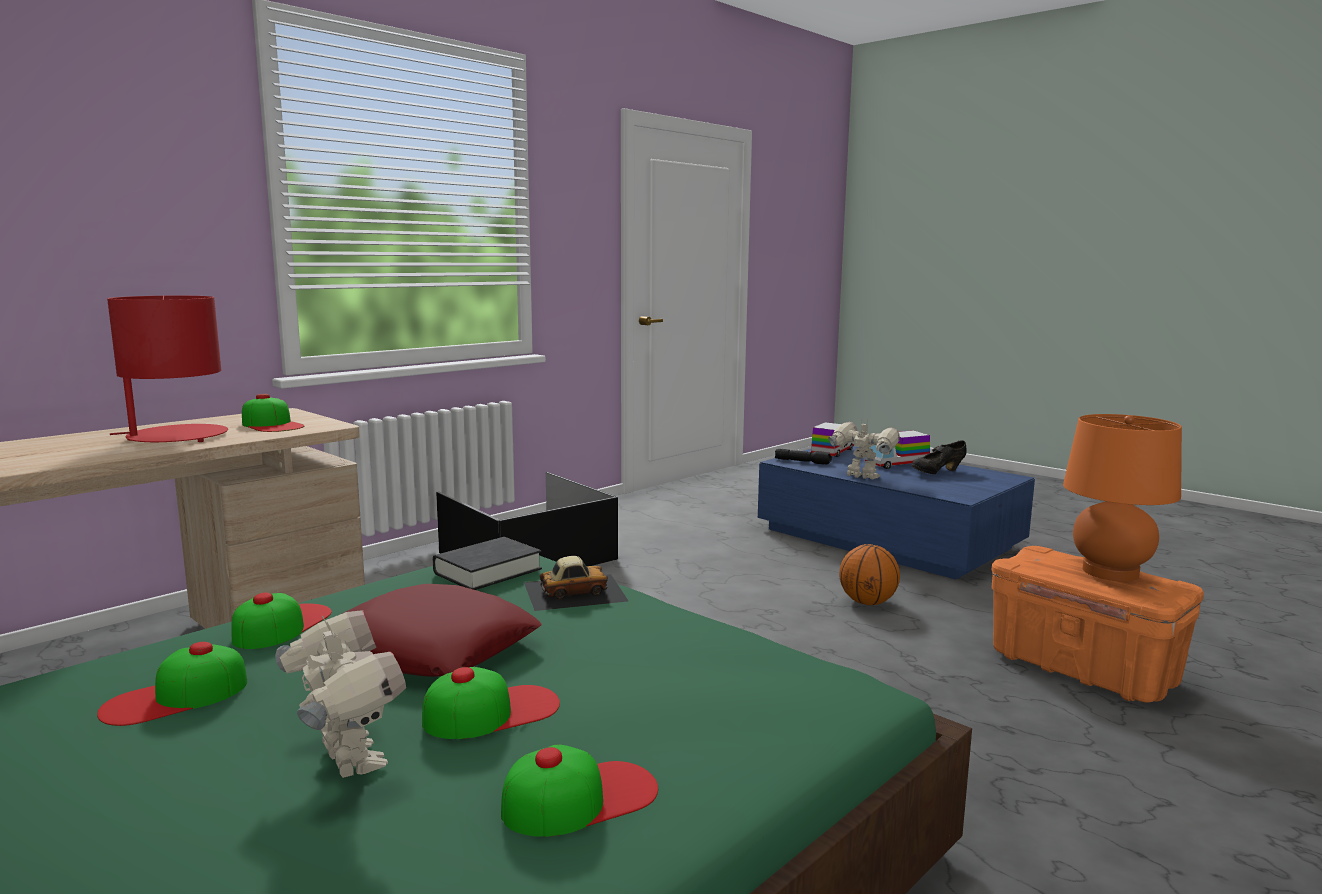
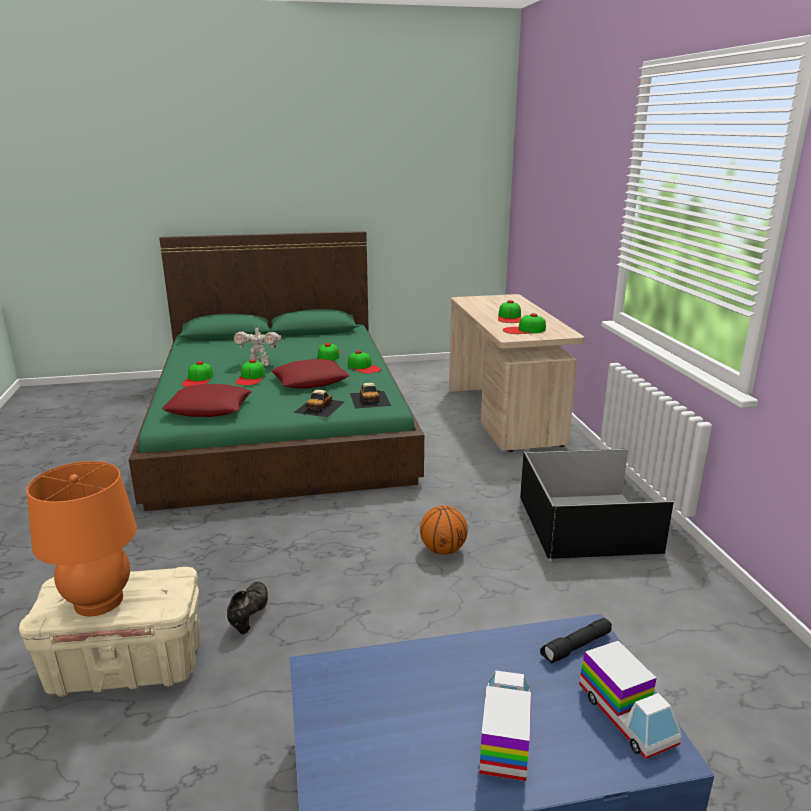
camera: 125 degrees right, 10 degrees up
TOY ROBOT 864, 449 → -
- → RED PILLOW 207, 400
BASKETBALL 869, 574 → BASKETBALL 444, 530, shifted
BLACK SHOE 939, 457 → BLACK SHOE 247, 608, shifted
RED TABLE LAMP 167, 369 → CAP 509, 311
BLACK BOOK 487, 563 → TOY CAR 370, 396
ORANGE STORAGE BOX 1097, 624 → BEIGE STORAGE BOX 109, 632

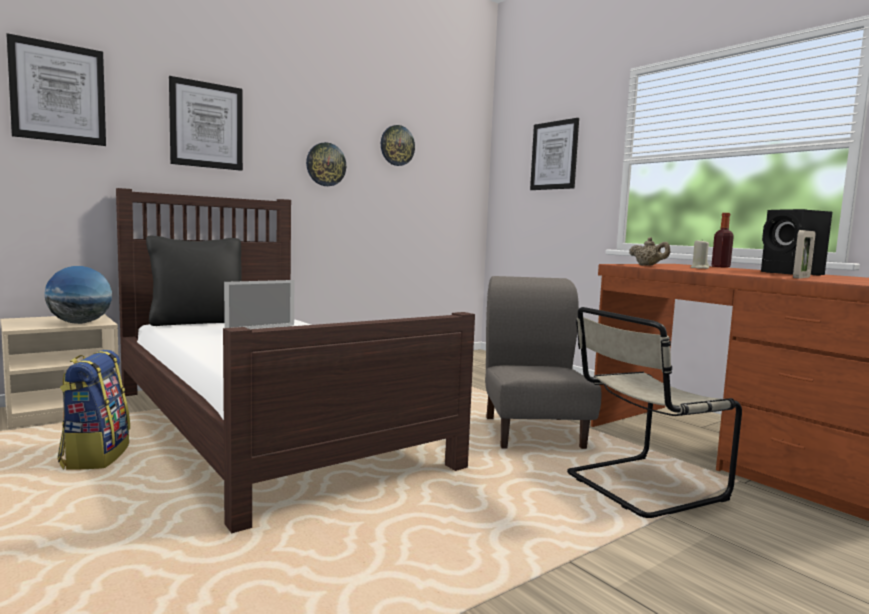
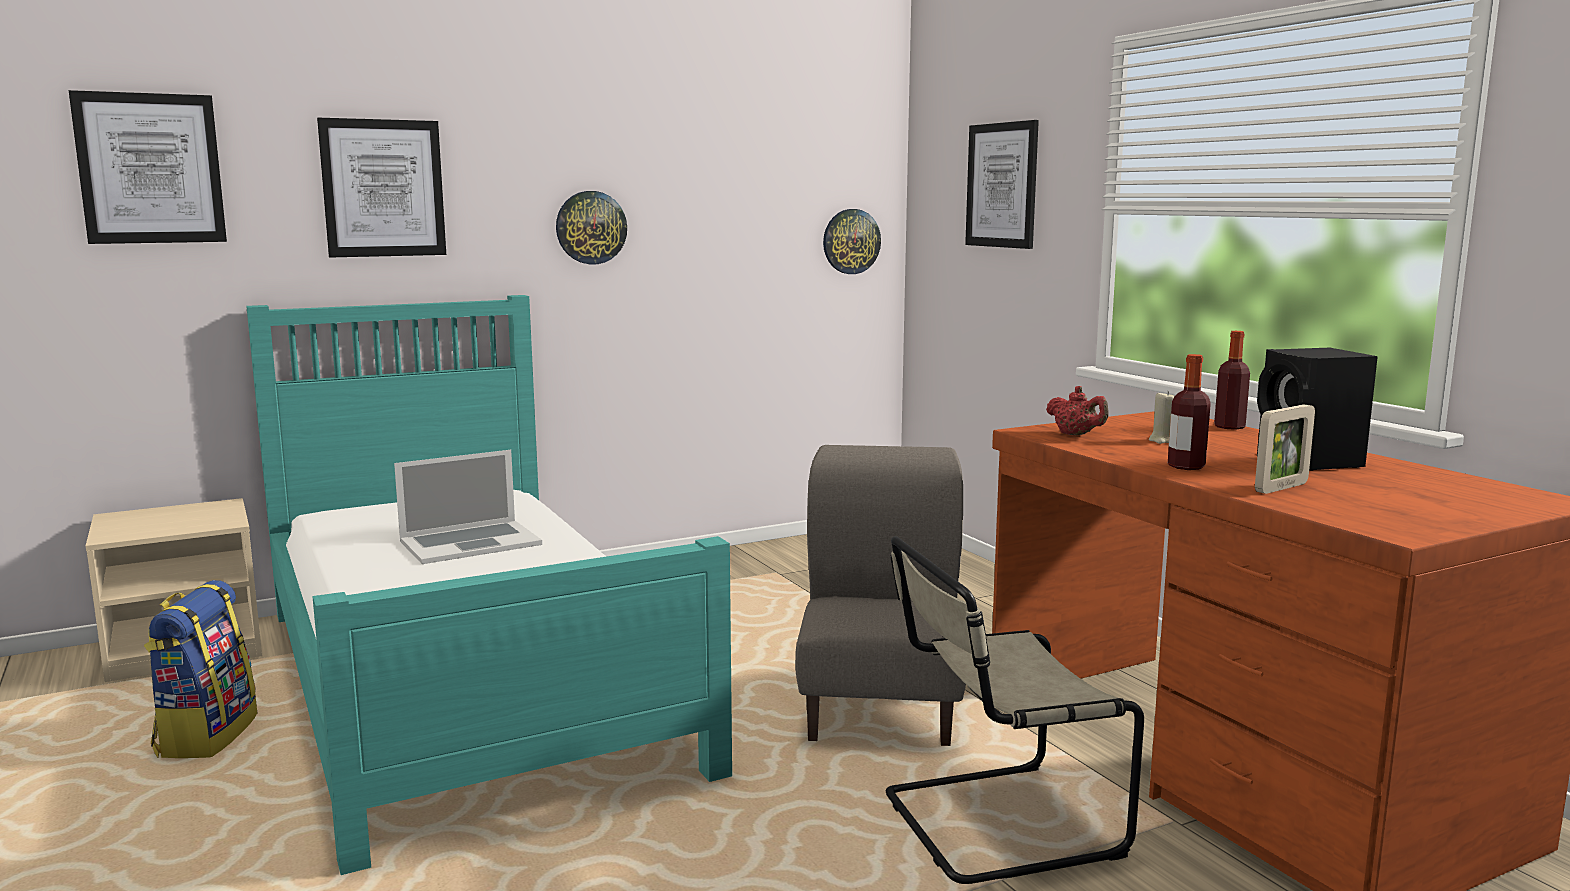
camera: 10 degrees right, 5 degrees up
GLOBE 78, 295 → -
BLACK PILLOW 194, 280 → -
- → BOTTLE 1189, 412
WALL CLOCK 398, 145 → WALL CLOCK 852, 241, shifted
BROWN BED 295, 360 → TURQUOISE BED 489, 585
BEIGE TEAPOT 649, 251 → RED TEAPOT 1077, 410

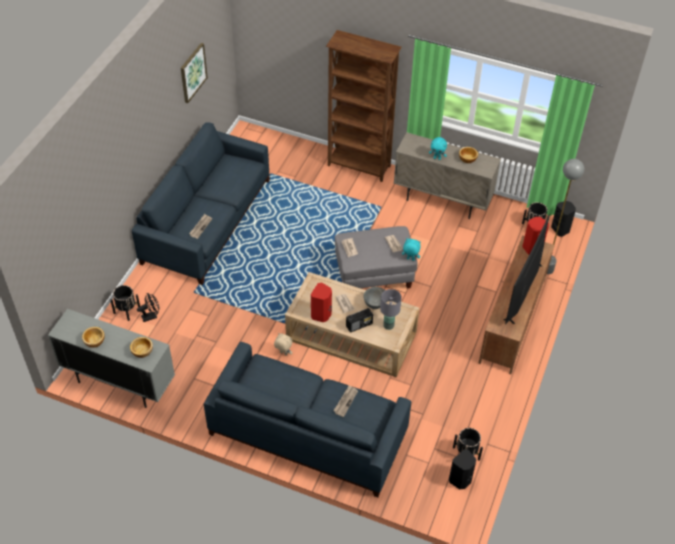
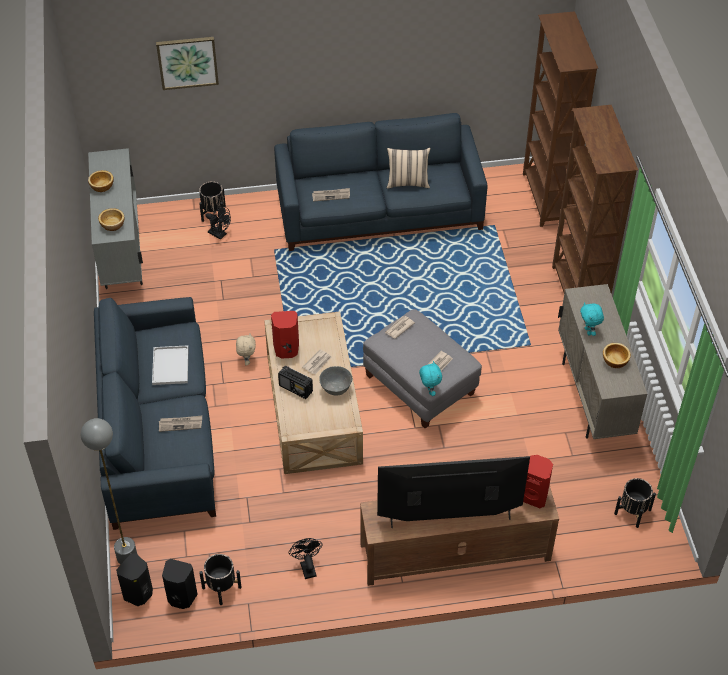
camera: 60 degrees right, 0 degrees up
GREY TABLE LAMP 391, 309 → -
- → WHITE TRAY 170, 365
- → BLACK FAN 306, 558
- → BEIGE PILLOW 408, 168
- → BROWN BOOKCASE 560, 119
PICTURE 194, 73 → PICTURE 187, 63, shifted
GREY FLOOR LAMP 565, 216 → GREY FLOOR LAMP 108, 491, shifted
BLACK SPEAKER 563, 219 → BLACK SPEAKER 134, 579, shifted

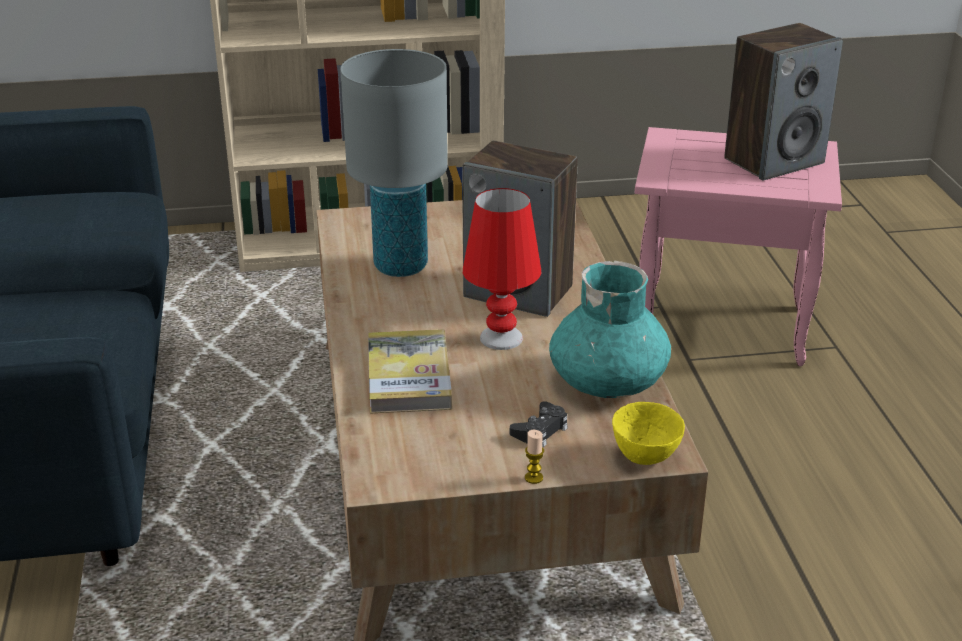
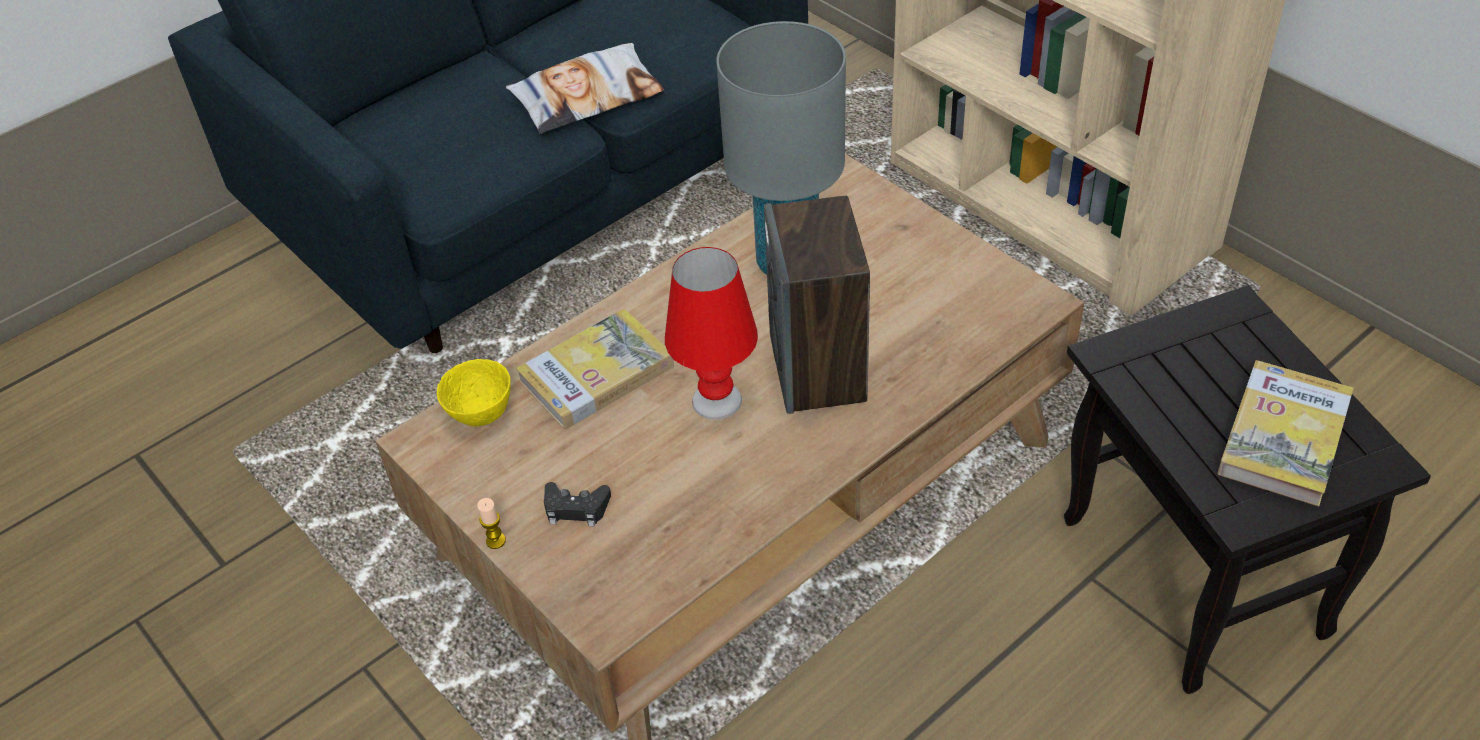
camera: 60 degrees right, 15 degrees up
TURQUOISE VASE 610, 329 → -
- → PILLOW 585, 88
YELLOW BOWL 648, 433 → YELLOW BOWL 474, 392, shifted
SPEAKER 783, 102 → BOOK 1285, 433
PINK SIDE TABLE 738, 246 → BLACK SIDE TABLE 1247, 489

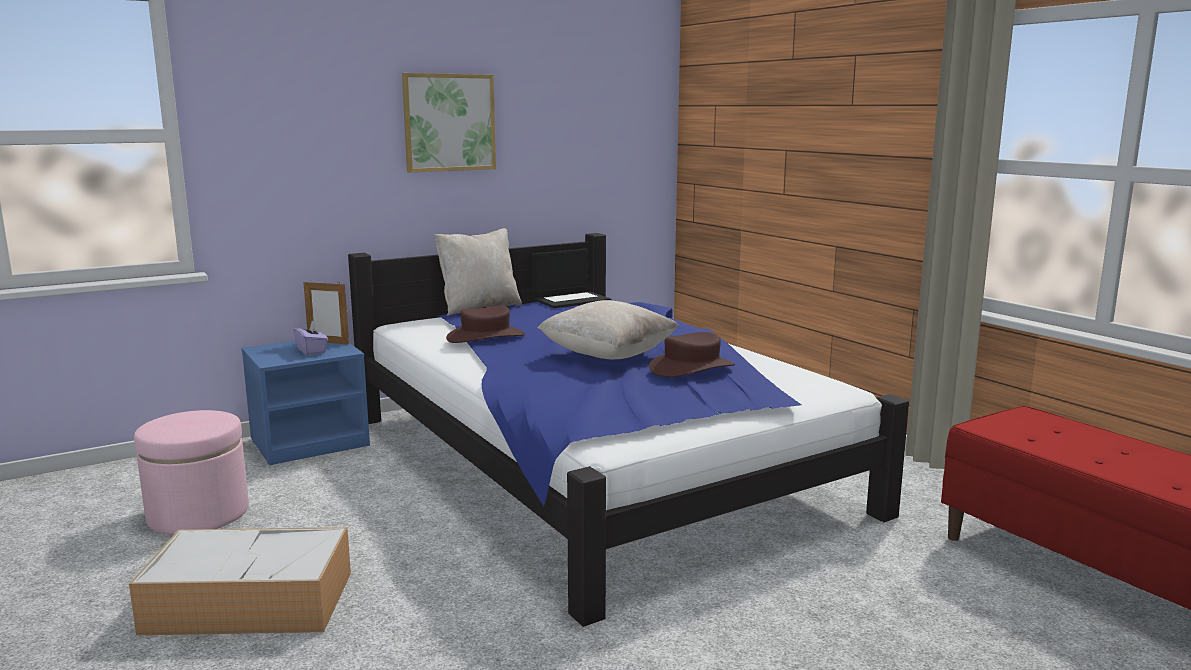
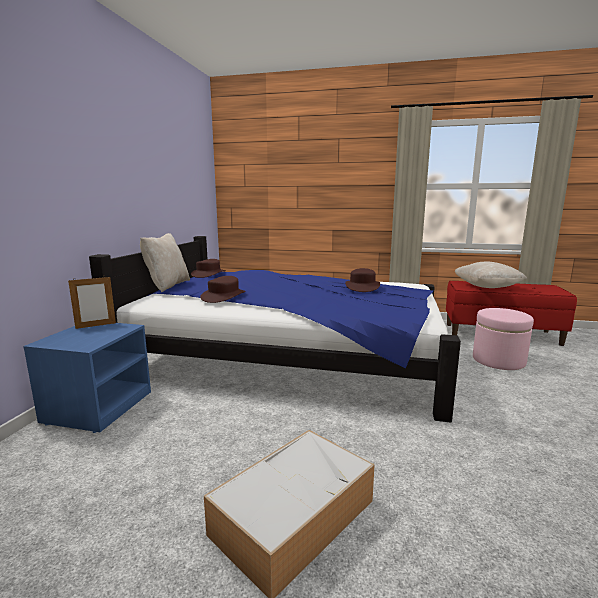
camera: 45 degrees left, 0 degrees up
PURPLE TISSUE BOX 310, 338 → -
PICTURE 449, 122 → -
PINK OTTOMAN 191, 472 → PINK OTTOMAN 503, 339, shifted
BEIGE PILLOW 608, 329 → BEIGE PILLOW 490, 274, shifted
LAPTOP 571, 278 → BROWN HAT 208, 268

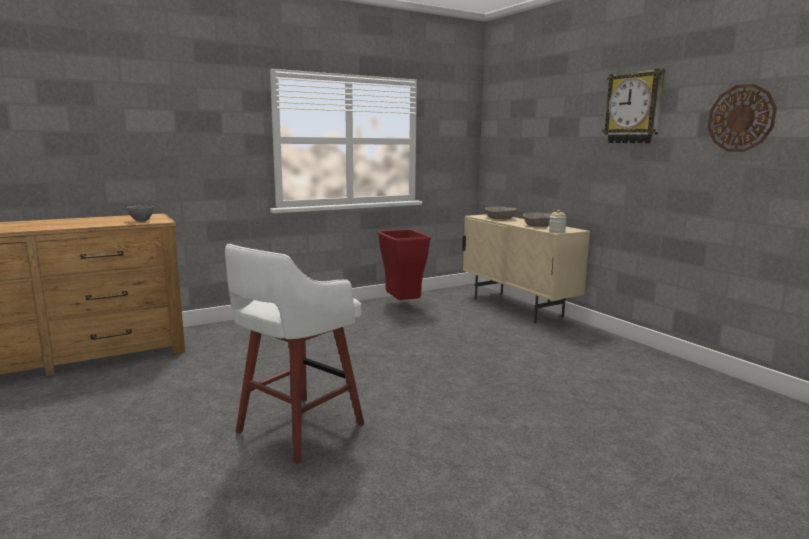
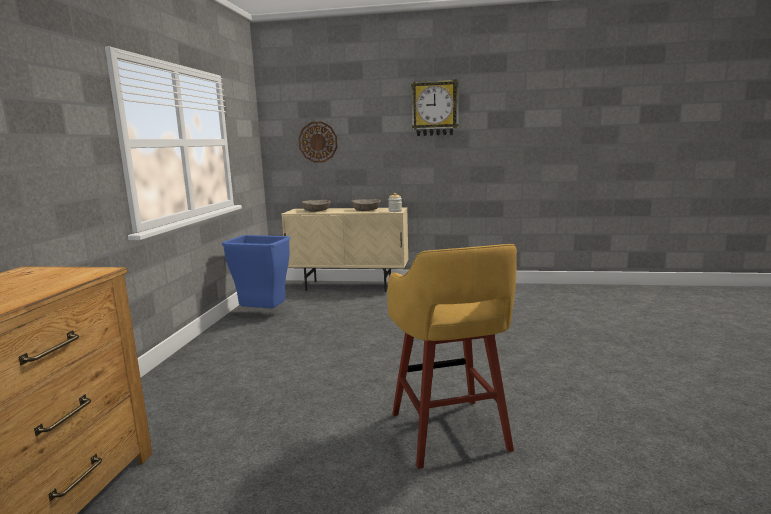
camera: 50 degrees left, 0 degrees up
GREY BOWL 140, 213 → -
WALL CLOCK 742, 118 → WALL CLOCK 318, 142, shifted
WHITE STOOL 294, 354 → YELLOW STOOL 452, 356
RED TRASH CAN 404, 264 → BLUE TRASH CAN 256, 271

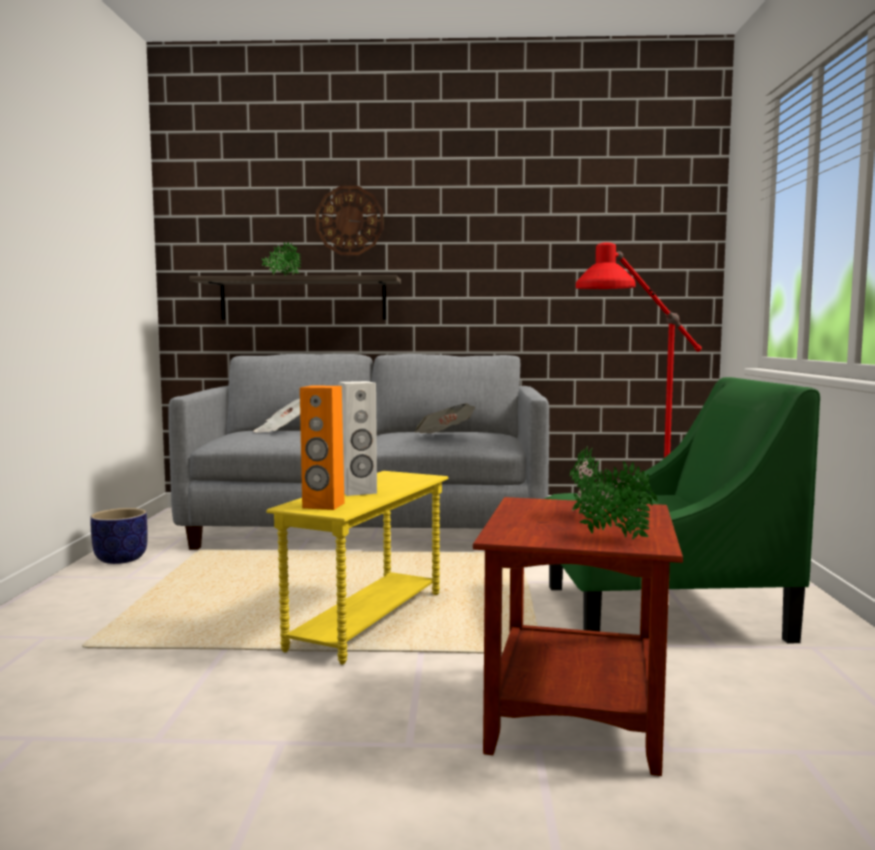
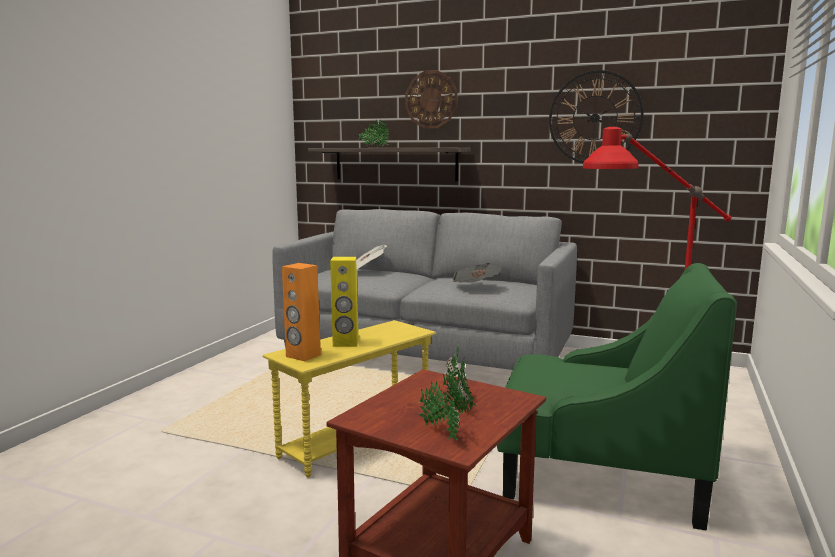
camera: 20 degrees right, 5 degrees up
PLANTER 119, 536 → -
- → WALL CLOCK 596, 116
WHITE SPEAKER 358, 438 → YELLOW SPEAKER 344, 302

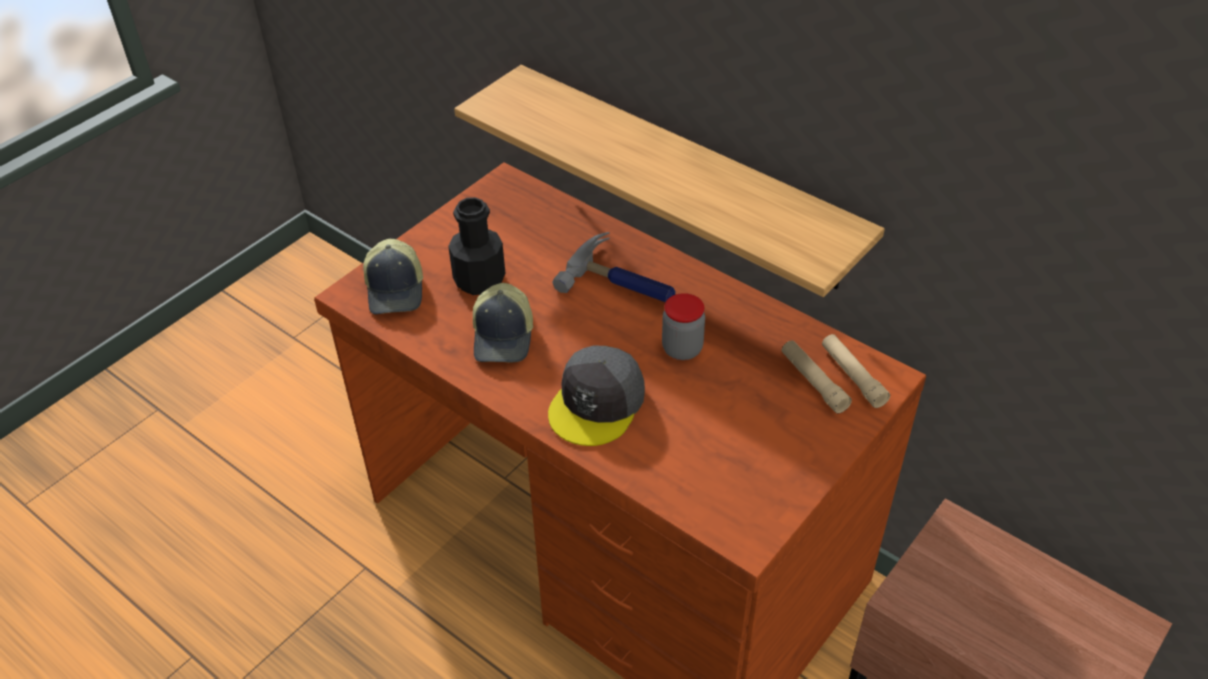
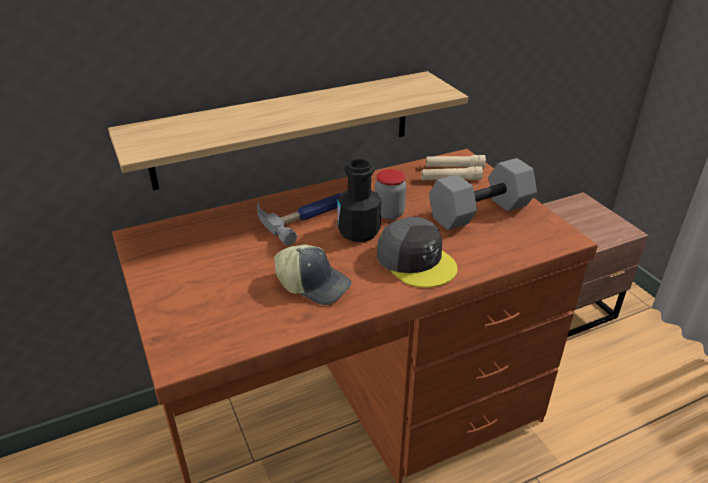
camera: 65 degrees left, 10 degrees down
CAP 393, 276 → -
- → GREY DUMBBELL 483, 194
BLACK BOTTLE 476, 246 → BLACK BOTTLE 359, 200, shifted

